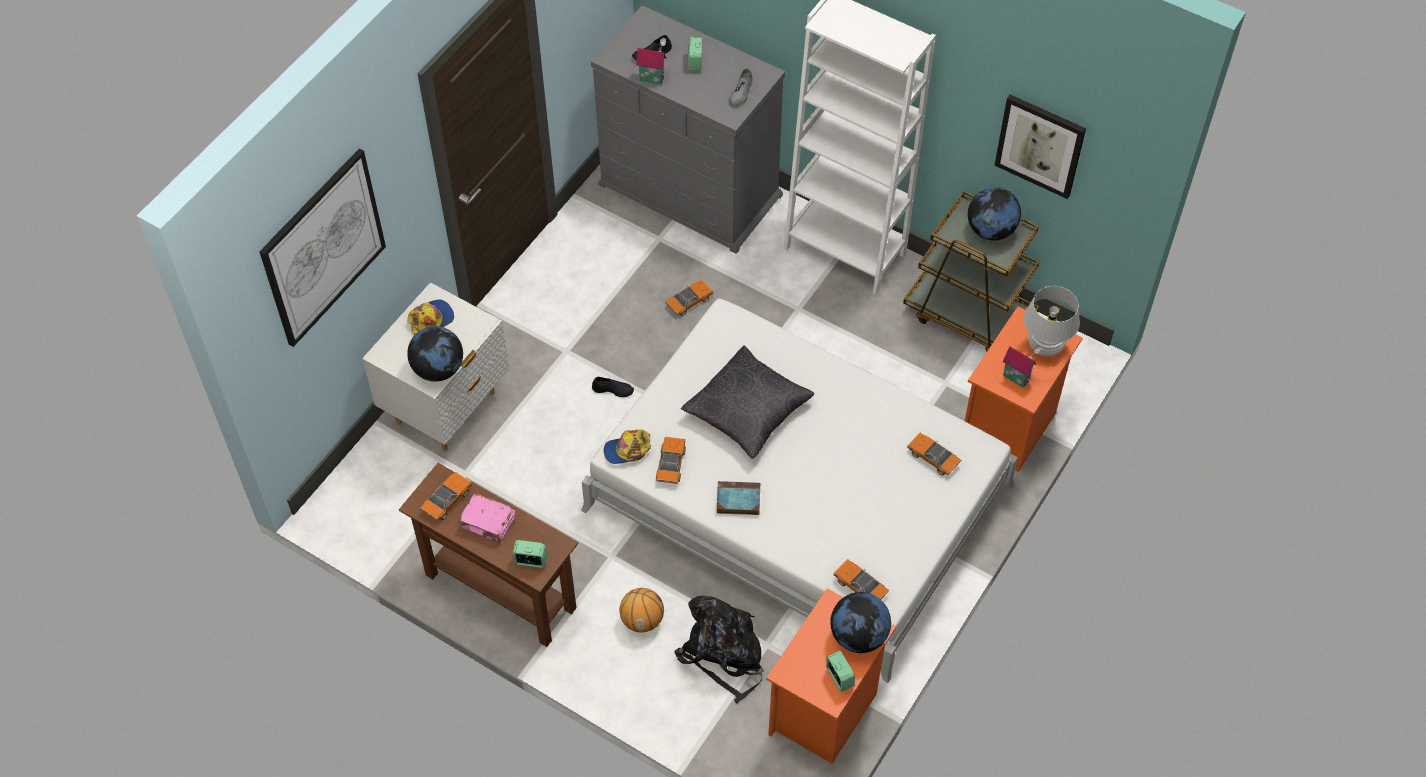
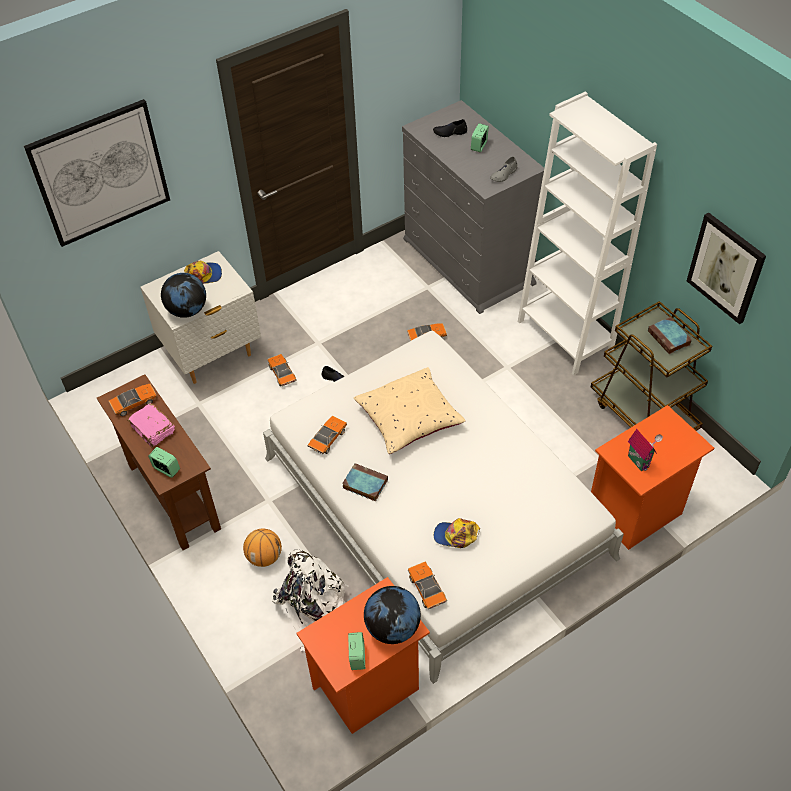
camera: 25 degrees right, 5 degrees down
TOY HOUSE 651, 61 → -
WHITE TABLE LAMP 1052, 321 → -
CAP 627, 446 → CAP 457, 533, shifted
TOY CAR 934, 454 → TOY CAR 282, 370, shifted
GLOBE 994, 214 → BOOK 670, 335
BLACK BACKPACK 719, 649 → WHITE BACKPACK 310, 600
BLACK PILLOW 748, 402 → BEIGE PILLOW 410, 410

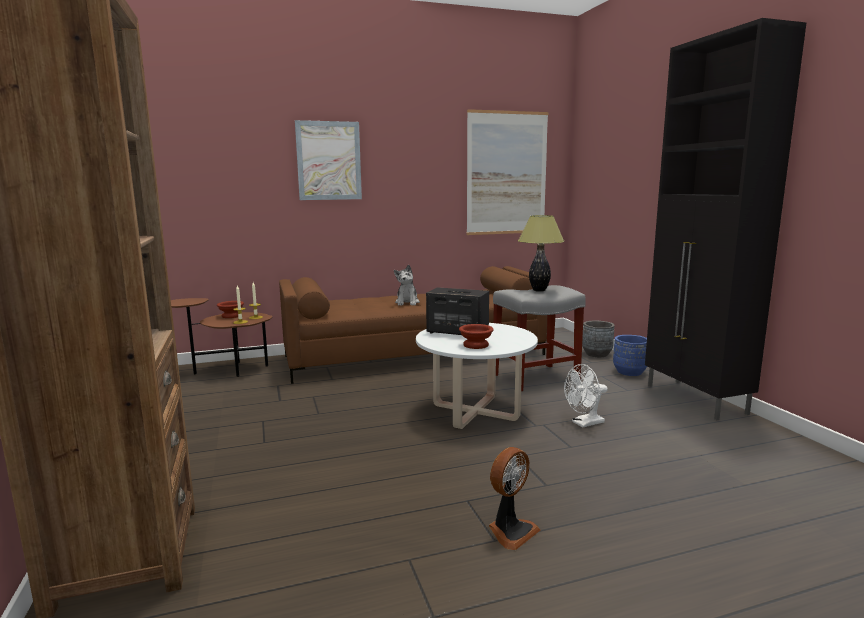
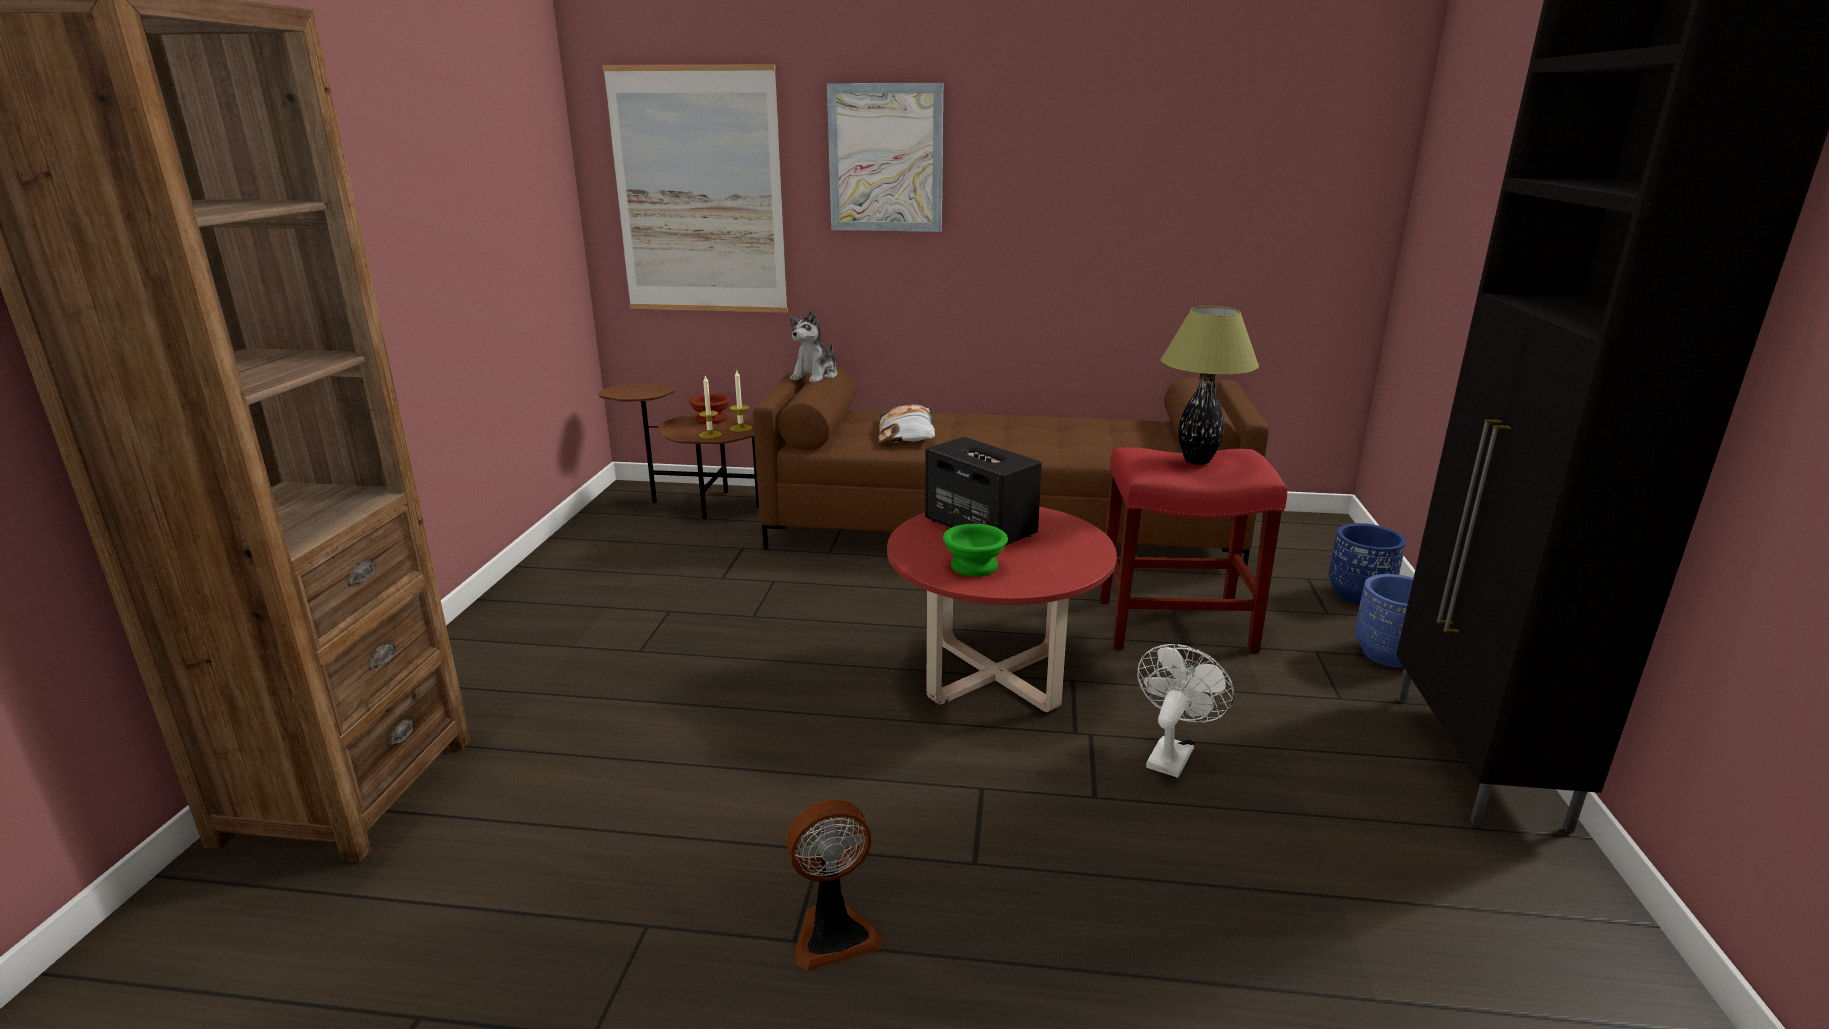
camera: 25 degrees right, 10 degrees up
- → PILLOW 906, 423
PLUSH TOY 407, 285 → PLUSH TOY 813, 345, shifted
PICTURE 507, 172 → PICTURE 695, 188, shifted
WHITE COFFEE TABLE 477, 376 → RED COFFEE TABLE 1002, 609
BROWN BOWL 476, 336 → GREEN BOWL 975, 550
GREY STOOL 539, 338 → RED STOOL 1193, 550
GREY PLANTER 598, 338 → BLUE PLANTER 1367, 564
WHITE FAN 586, 396 → WHITE FAN 1185, 711, 120 degrees clockwise

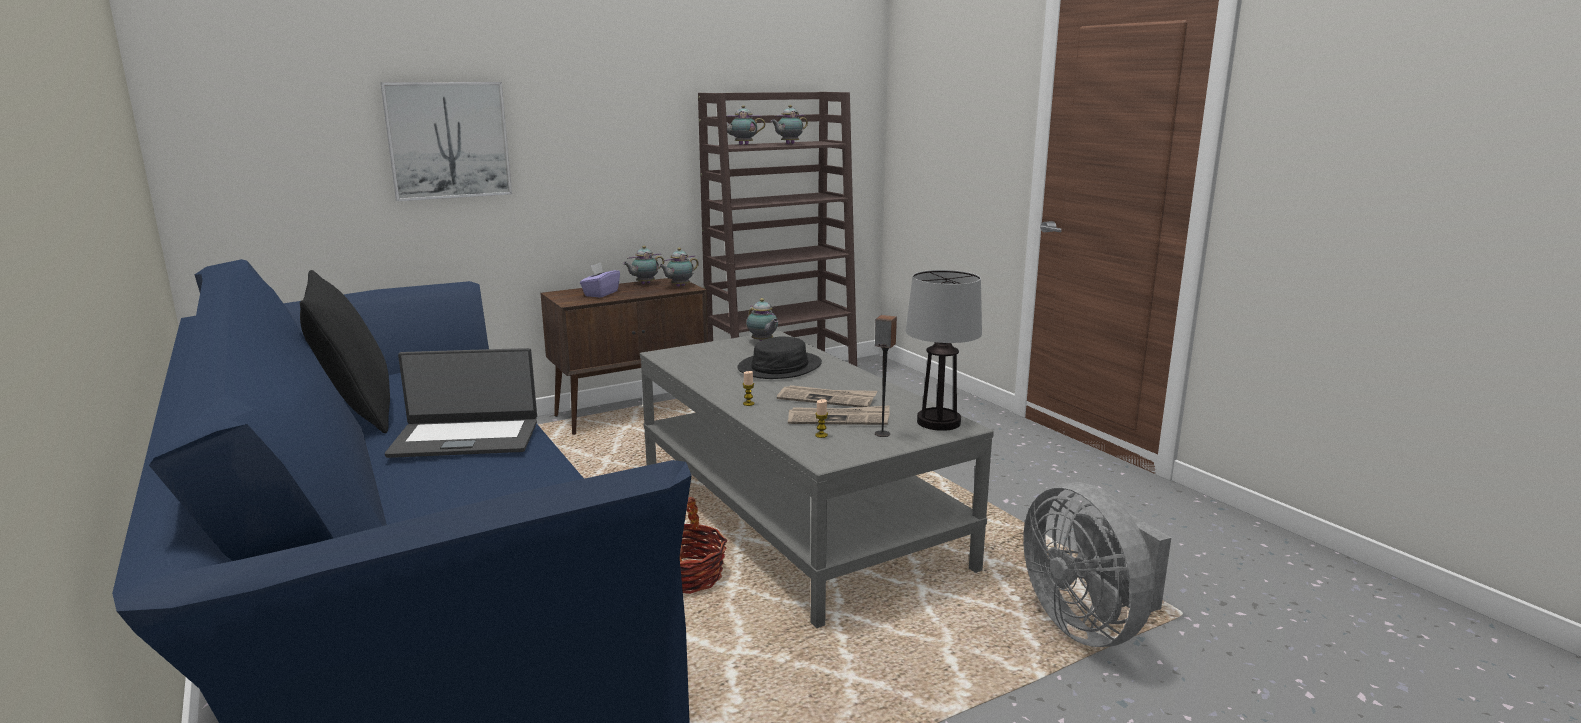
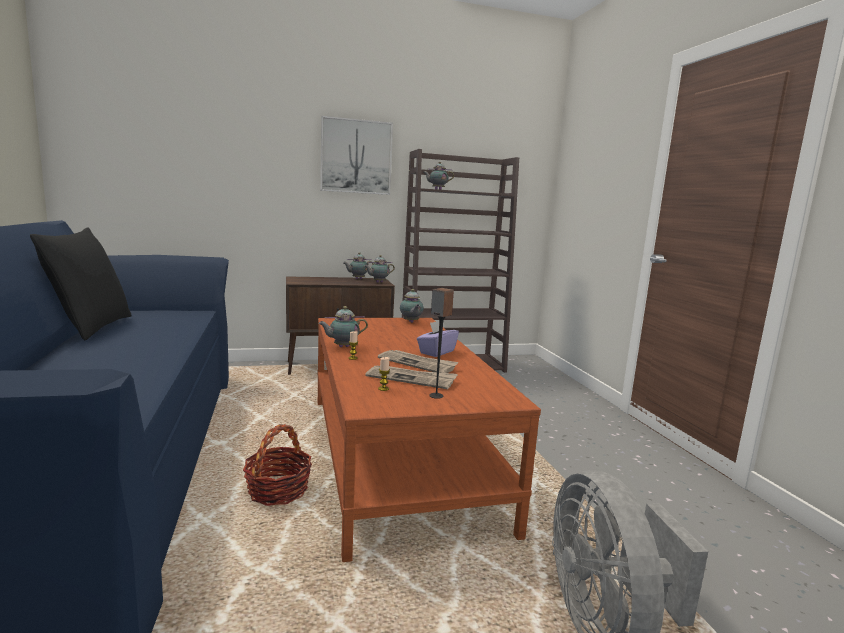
camera: 15 degrees right, 5 degrees down
LAPTOP 461, 403 → -
BLACK HAT 779, 357 → -
TABLE LAMP 944, 350 → -
PICTURE 446, 141 → PICTURE 356, 155, shifted
PURPLE TISSUE BOX 600, 280 → PURPLE TISSUE BOX 438, 339, shifted
TEAPOT 789, 124 → TEAPOT 343, 326, shifted
GREY COFFEE TABLE 817, 479 → BROWN COFFEE TABLE 429, 440

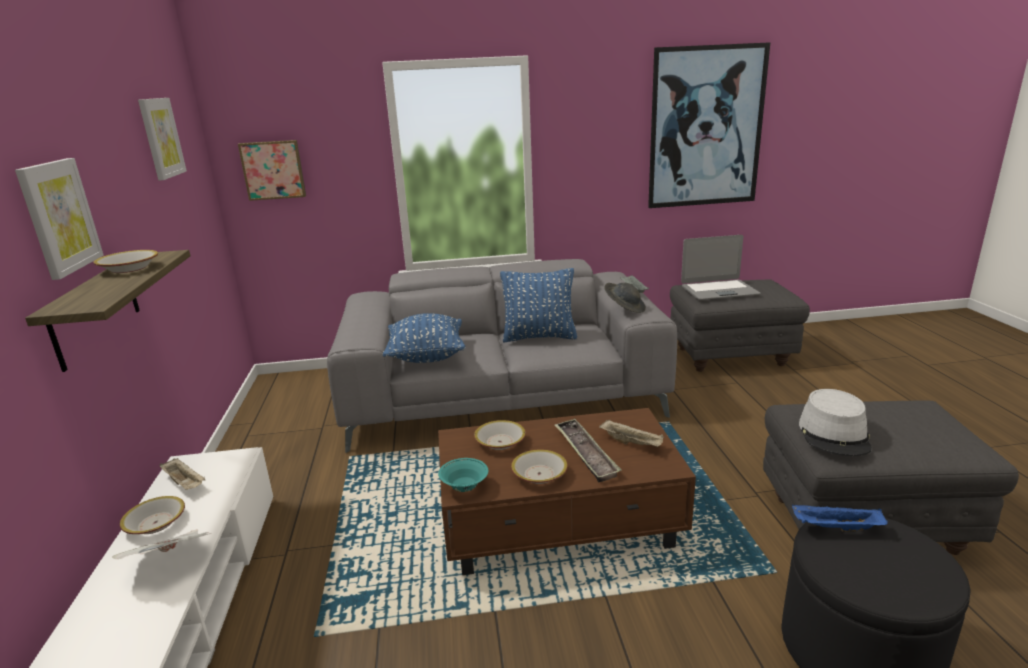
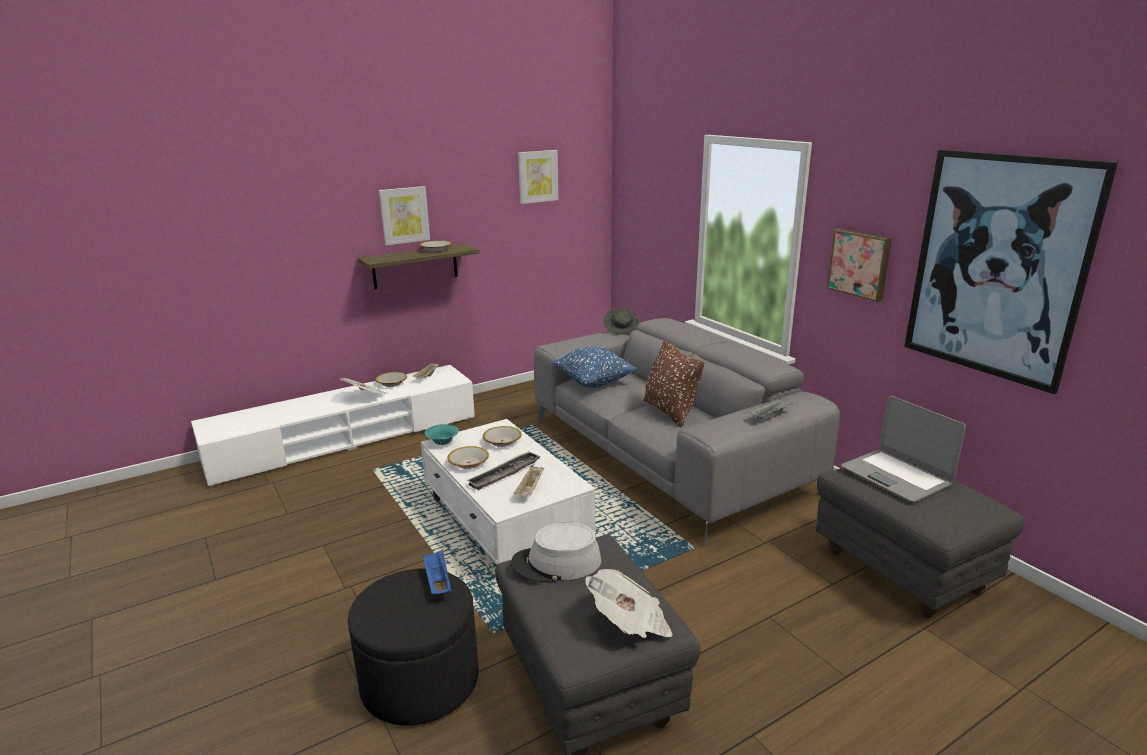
camera: 65 degrees right, 0 degrees up
- → NEWSPAPER 629, 603
PICTURE 272, 170 → PICTURE 859, 265, shifted
GREY HAT 625, 298 → GREY HAT 622, 321, shifted
BROWN COFFEE TABLE 567, 491 → WHITE COFFEE TABLE 508, 492
BLUE PILLOW 538, 305 → BROWN PILLOW 674, 384

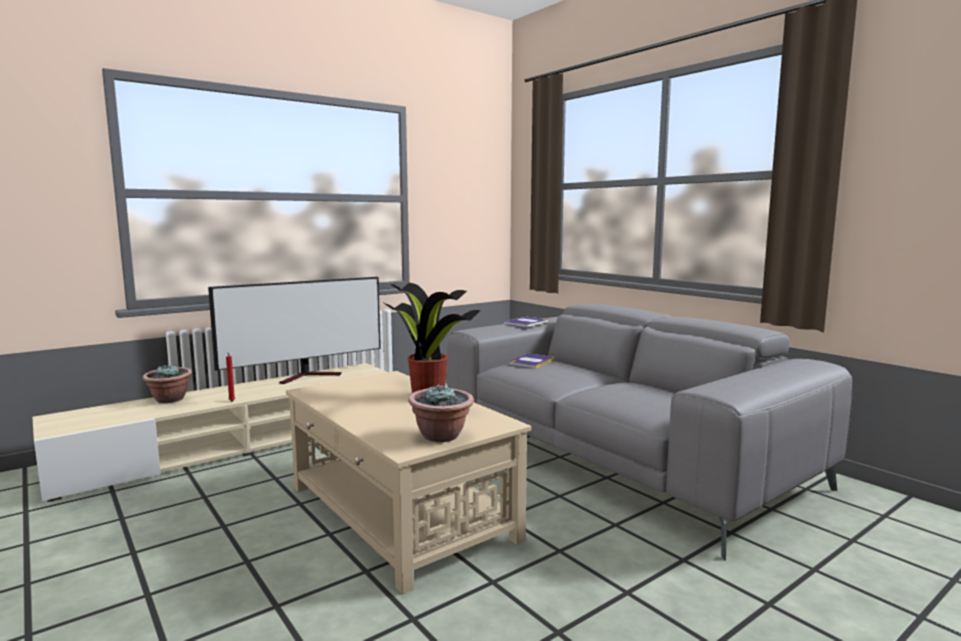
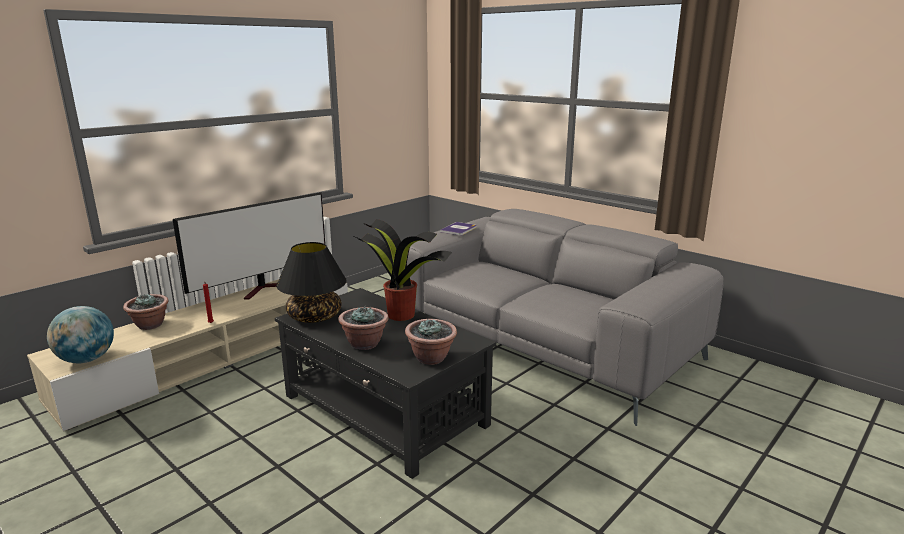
camera: 10 degrees left, 10 degrees up
BOOK 531, 361 → -
- → GLOBE 80, 334
- → BLACK TABLE LAMP 311, 282
- → POTTED PLANT 363, 327
BEIGE COFFEE TABLE 409, 482 → BLACK COFFEE TABLE 385, 383

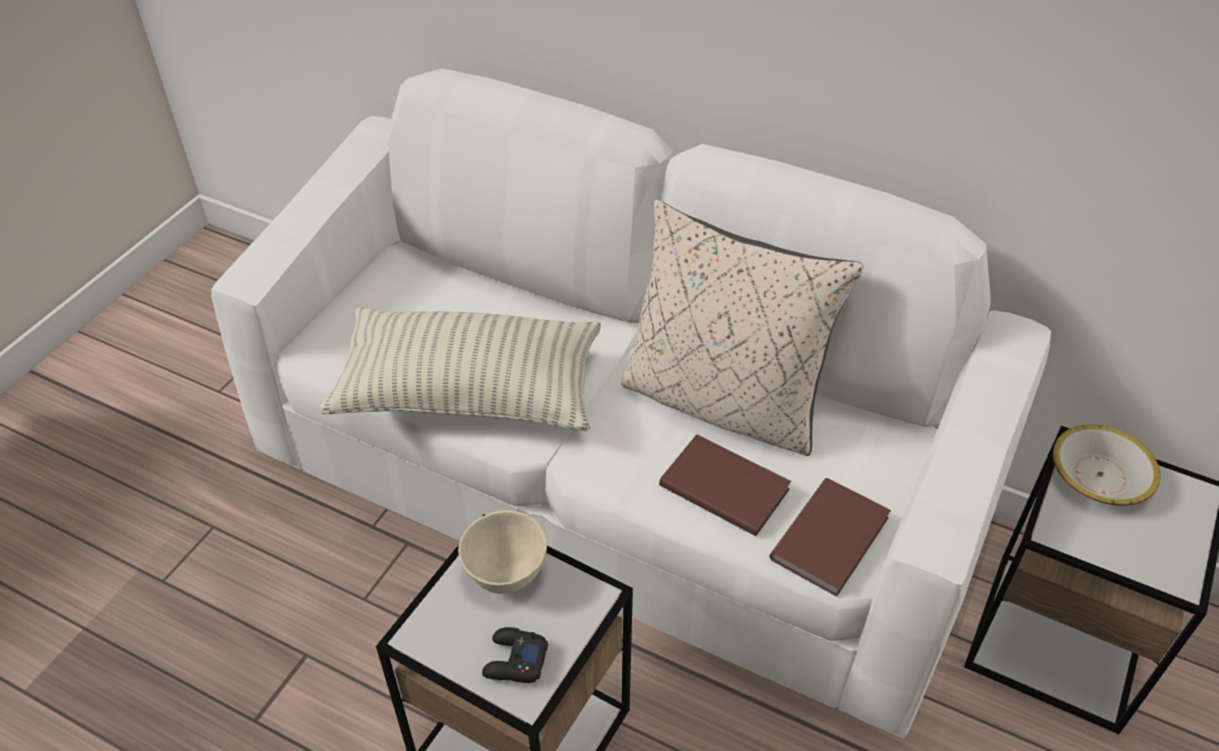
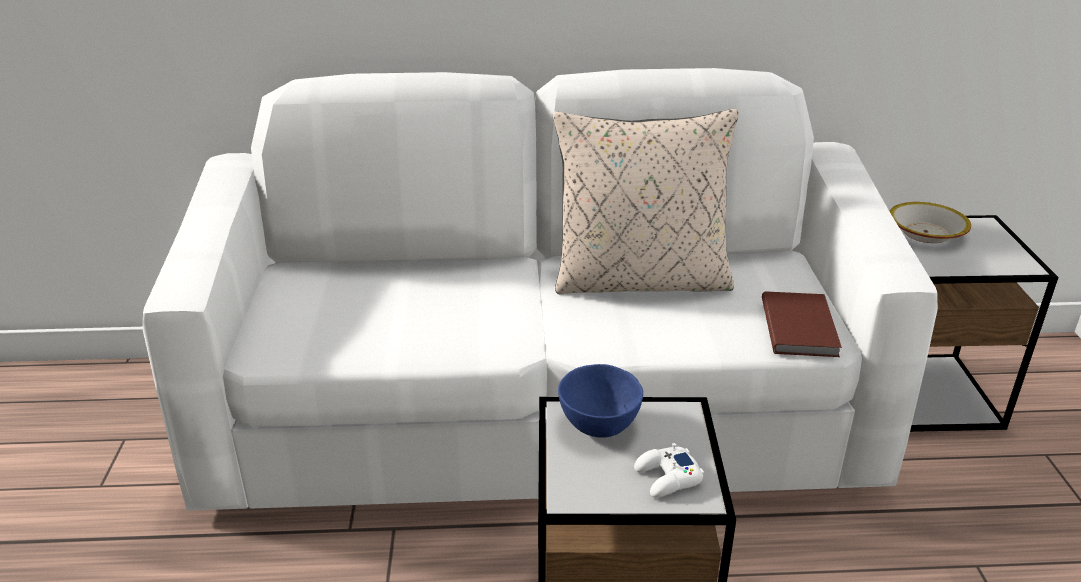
camera: 30 degrees left, 15 degrees down
PILLOW 460, 369 → -
BROWN BOOK 725, 485 → -
BEIGE BOWL 502, 552 → BLUE BOWL 600, 401
BLACK GAME CONTROLLER 515, 655 → WHITE GAME CONTROLLER 669, 470

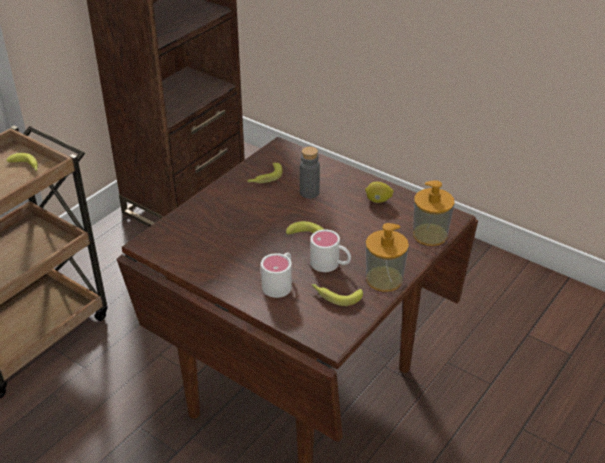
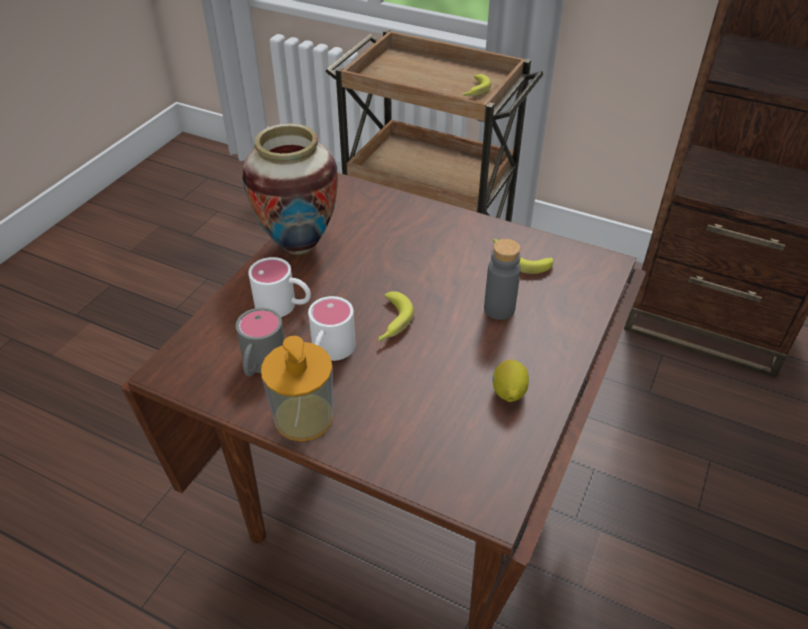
camera: 80 degrees right, 5 degrees up
SOAP DISPENSER 433, 213 → -
- → VASE 290, 189
BANANA 337, 295 → GREY MUG 260, 342

